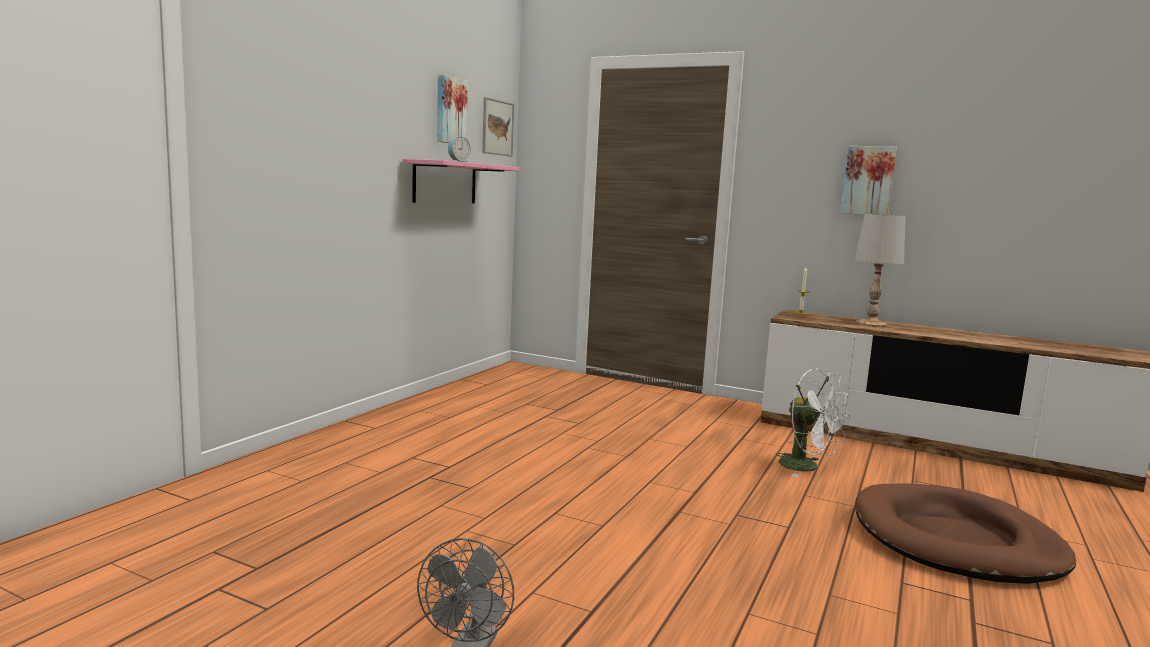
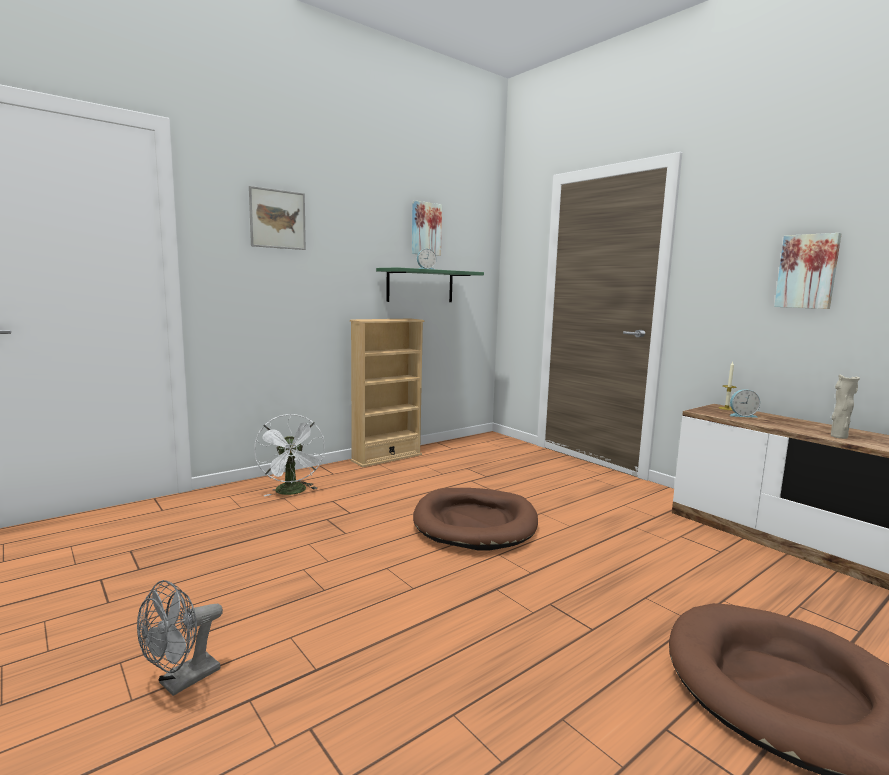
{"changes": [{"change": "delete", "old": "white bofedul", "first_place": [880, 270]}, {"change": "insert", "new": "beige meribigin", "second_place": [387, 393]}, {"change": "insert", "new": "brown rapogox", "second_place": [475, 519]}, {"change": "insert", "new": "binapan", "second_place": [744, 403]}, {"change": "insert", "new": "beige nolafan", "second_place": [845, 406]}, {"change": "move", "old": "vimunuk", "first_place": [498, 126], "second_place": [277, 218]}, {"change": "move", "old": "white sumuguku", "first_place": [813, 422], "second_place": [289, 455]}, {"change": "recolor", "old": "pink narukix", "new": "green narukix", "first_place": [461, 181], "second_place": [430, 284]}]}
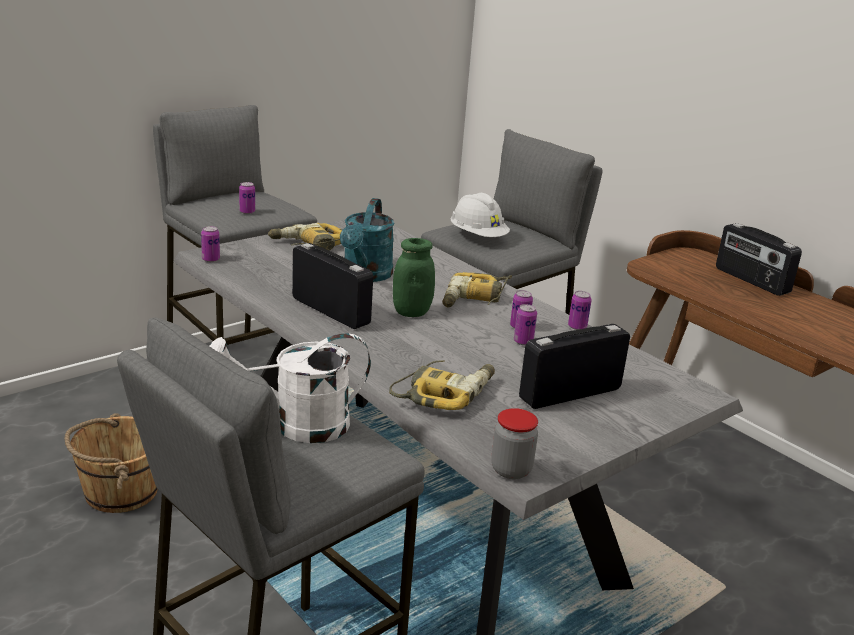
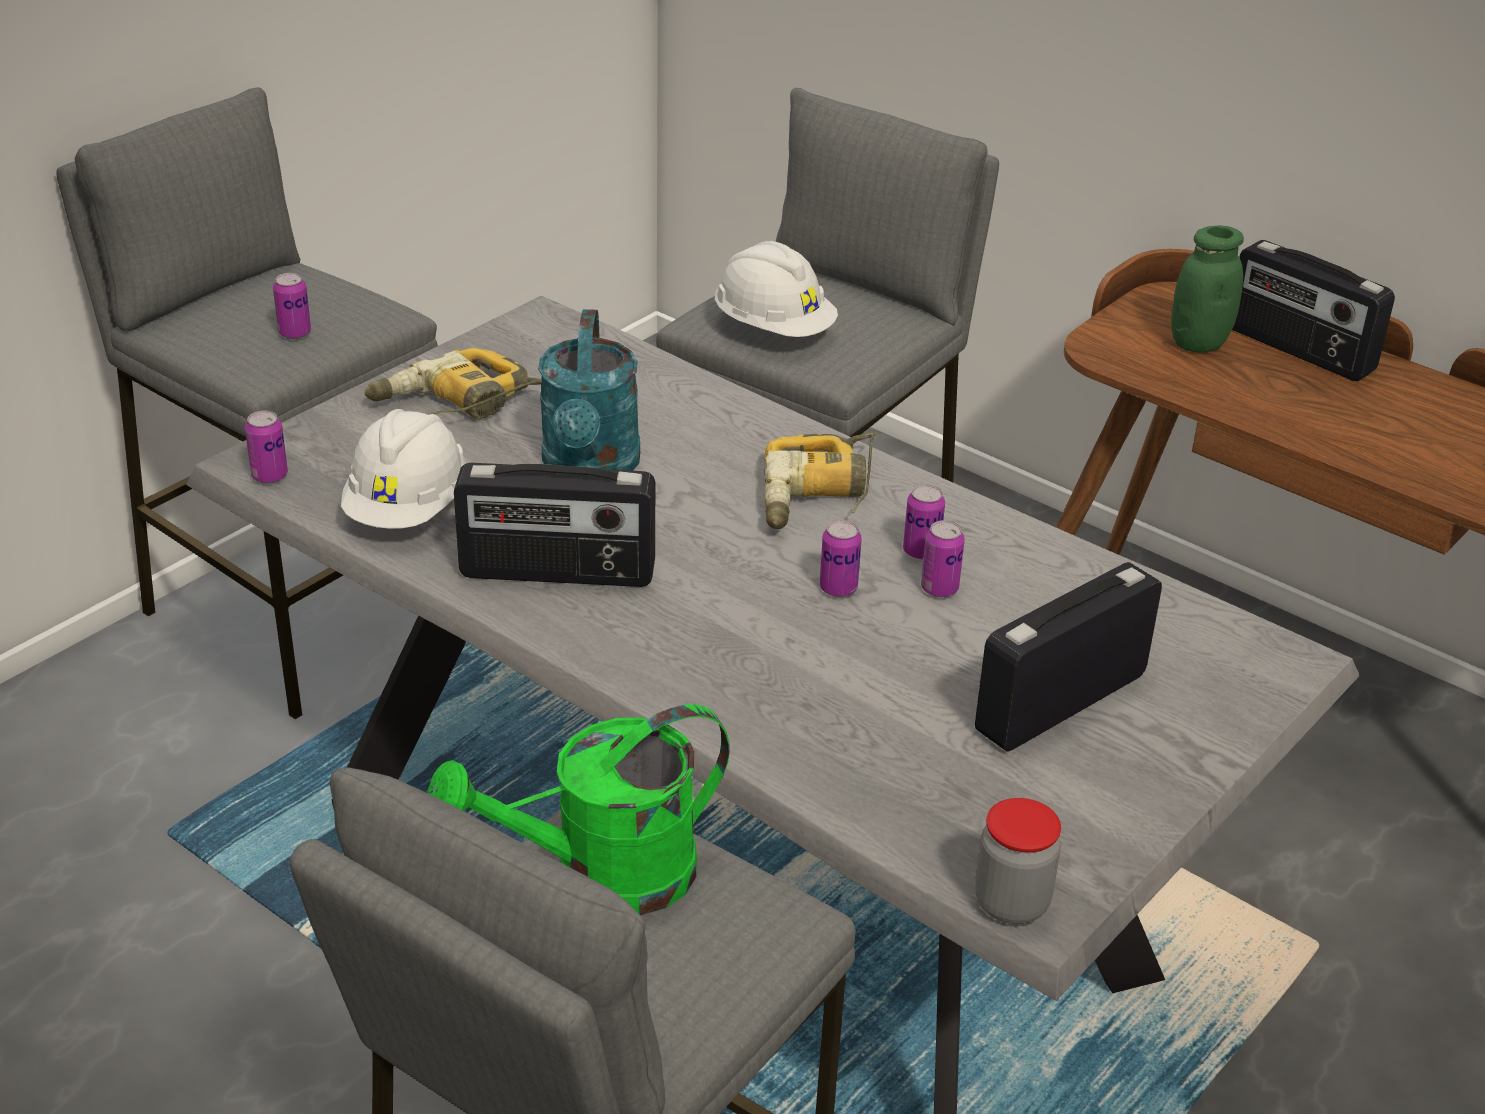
{"changes": [{"change": "delete", "old": "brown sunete", "first_place": [111, 463]}, {"change": "delete", "old": "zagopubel", "first_place": [442, 385]}, {"change": "insert", "new": "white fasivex", "second_place": [403, 469]}, {"change": "move", "old": "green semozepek", "first_place": [414, 277], "second_place": [1207, 288]}, {"change": "move", "old": "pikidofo", "first_place": [580, 310], "second_place": [841, 558]}, {"change": "recolor", "old": "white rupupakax", "new": "green rupupakax", "first_place": [290, 388], "second_place": [578, 809]}, {"change": "rotate", "old": "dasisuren", "first_place": [332, 286], "second_place": [554, 525], "degrees": 150}]}
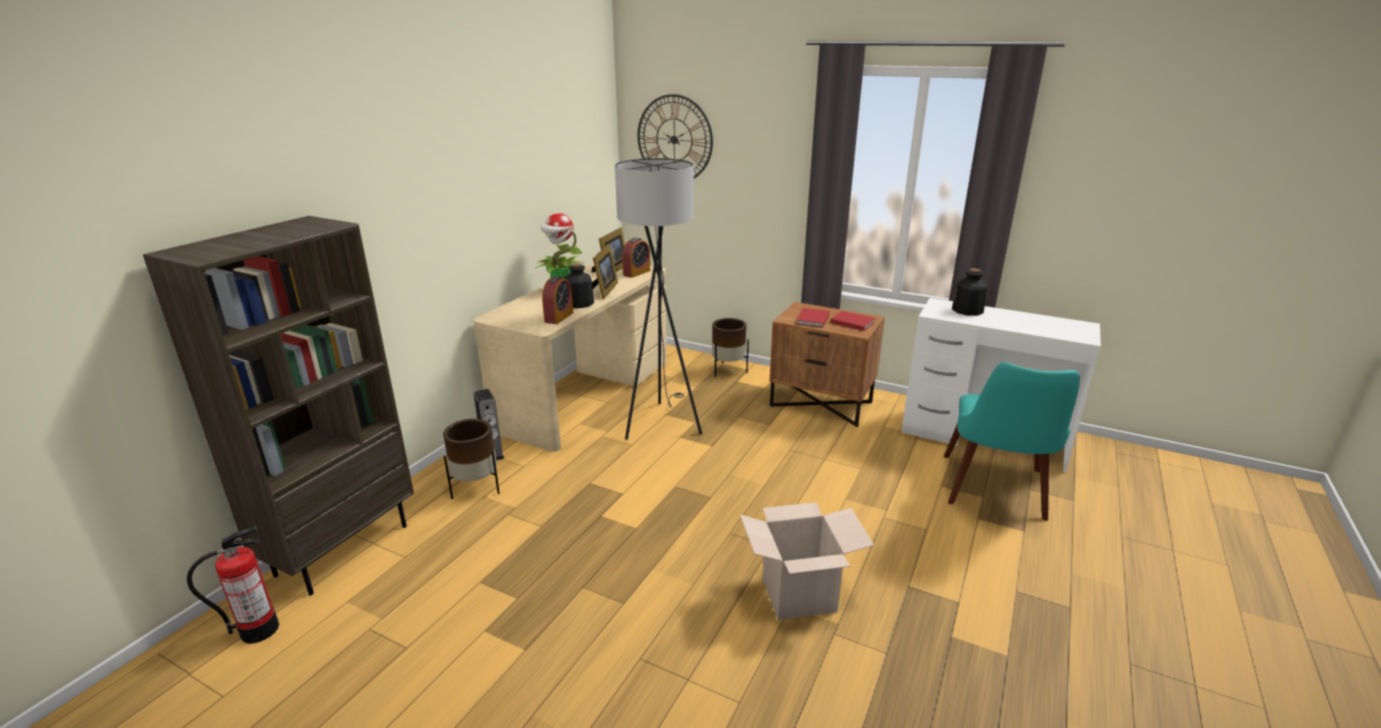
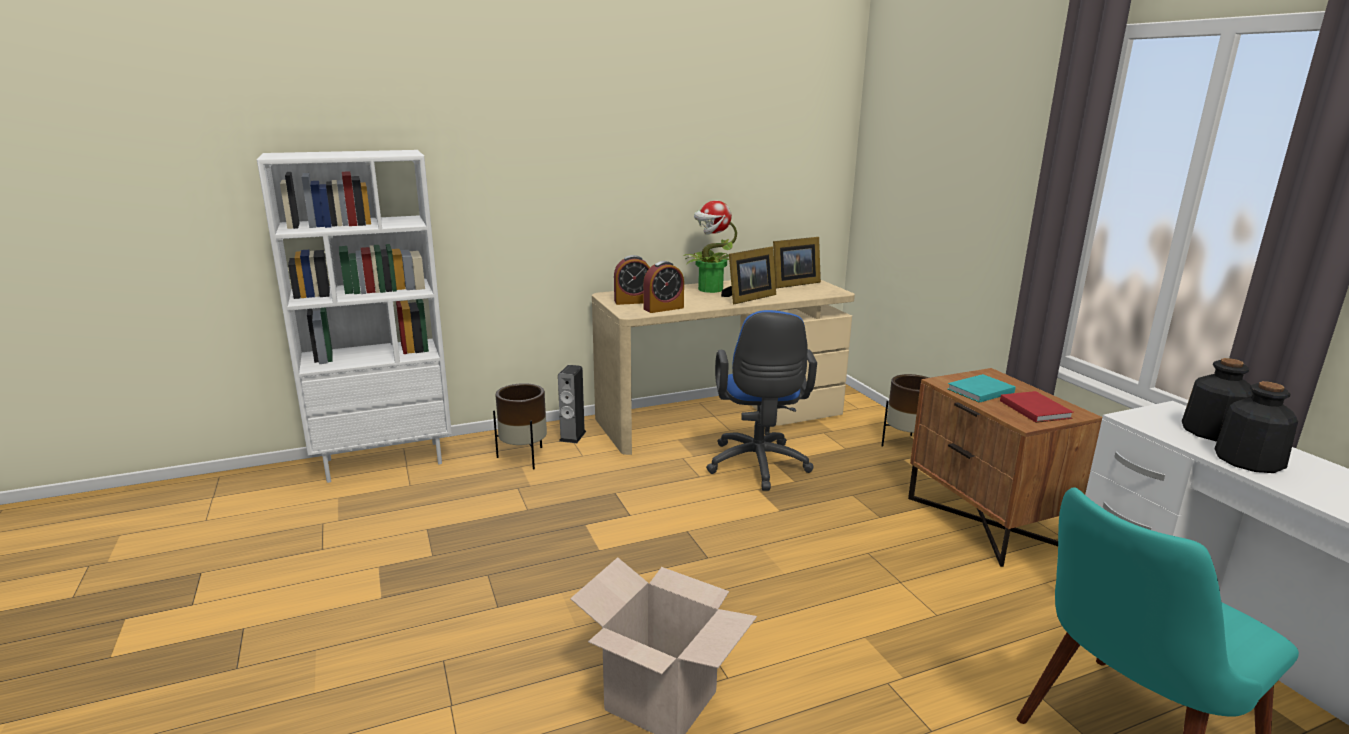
{"changes": [{"change": "delete", "old": "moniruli", "first_place": [233, 584]}, {"change": "delete", "old": "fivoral", "first_place": [675, 136]}, {"change": "move", "old": "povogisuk", "first_place": [579, 285], "second_place": [1256, 427]}, {"change": "move", "old": "binapan", "first_place": [636, 257], "second_place": [632, 280]}, {"change": "replace", "old": "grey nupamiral", "new": "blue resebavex", "first_place": [658, 299], "second_place": [761, 400]}, {"change": "recolor", "old": "brown meribigin", "new": "white meribigin", "first_place": [278, 405], "second_place": [354, 316]}, {"change": "recolor", "old": "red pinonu", "new": "turquoise pinonu", "first_place": [812, 318], "second_place": [981, 388]}]}
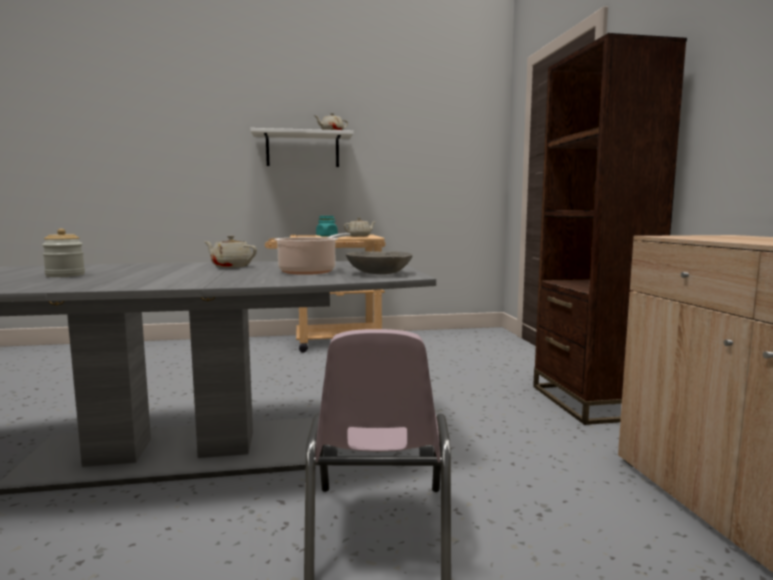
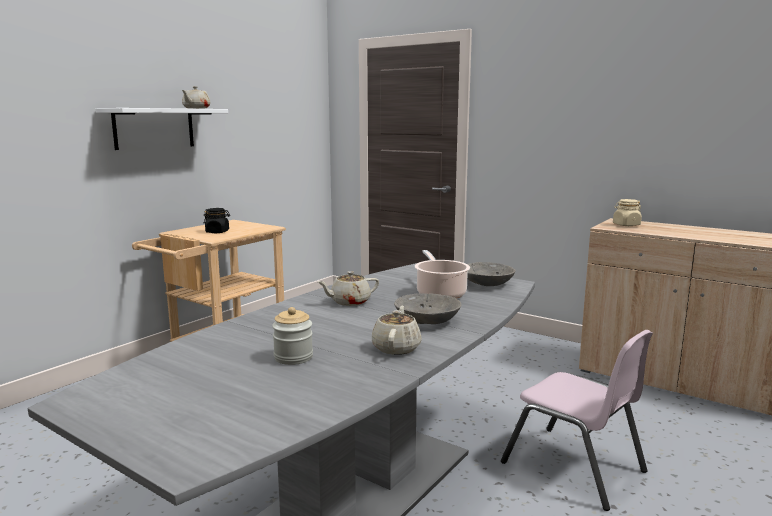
{"changes": [{"change": "delete", "old": "brown meribigin", "first_place": [610, 229]}, {"change": "insert", "new": "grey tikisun", "second_place": [427, 308]}, {"change": "insert", "new": "beige semozepek", "second_place": [627, 212]}, {"change": "move", "old": "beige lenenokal", "first_place": [360, 227], "second_place": [397, 330]}, {"change": "recolor", "old": "turquoise semozepek", "new": "black semozepek", "first_place": [327, 226], "second_place": [217, 220]}]}
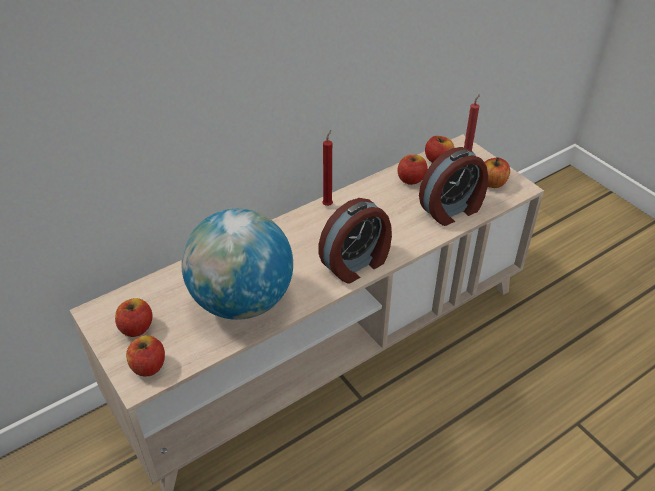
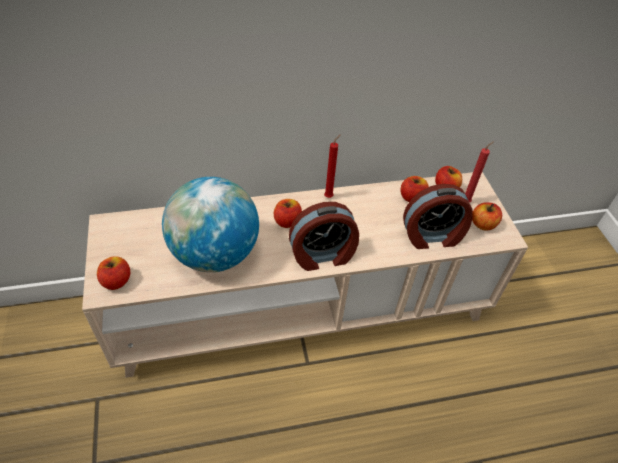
{"changes": [{"change": "move", "old": "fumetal", "first_place": [134, 317], "second_place": [288, 213]}]}
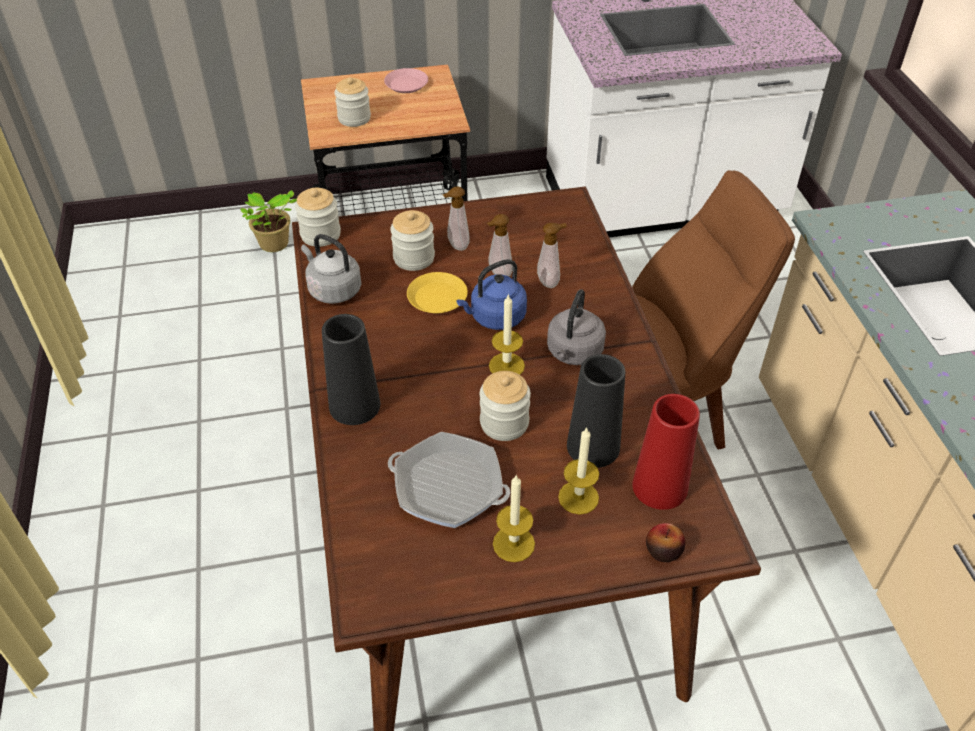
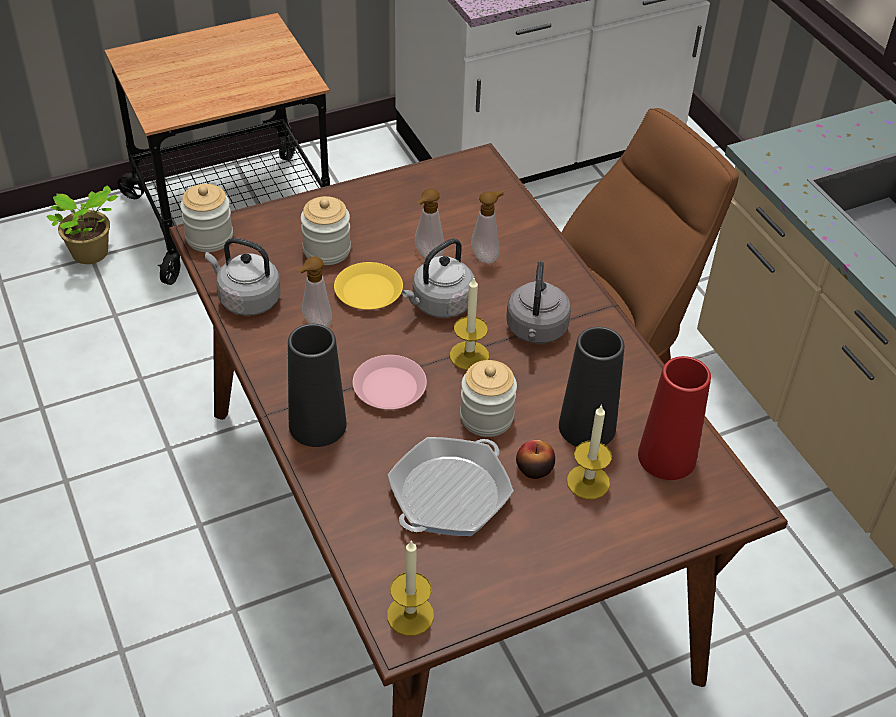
{"changes": [{"change": "delete", "old": "semozepek", "first_place": [352, 102]}, {"change": "move", "old": "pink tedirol", "first_place": [406, 80], "second_place": [390, 382]}, {"change": "move", "old": "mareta", "first_place": [456, 218], "second_place": [314, 291]}, {"change": "move", "old": "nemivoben", "first_place": [514, 518], "second_place": [410, 588]}, {"change": "move", "old": "fumetal", "first_place": [665, 542], "second_place": [535, 459]}, {"change": "recolor", "old": "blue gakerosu", "new": "grey gakerosu", "first_place": [491, 294], "second_place": [438, 278]}, {"change": "rotate", "old": "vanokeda", "first_place": [449, 480], "second_place": [451, 486], "degrees": 120}]}
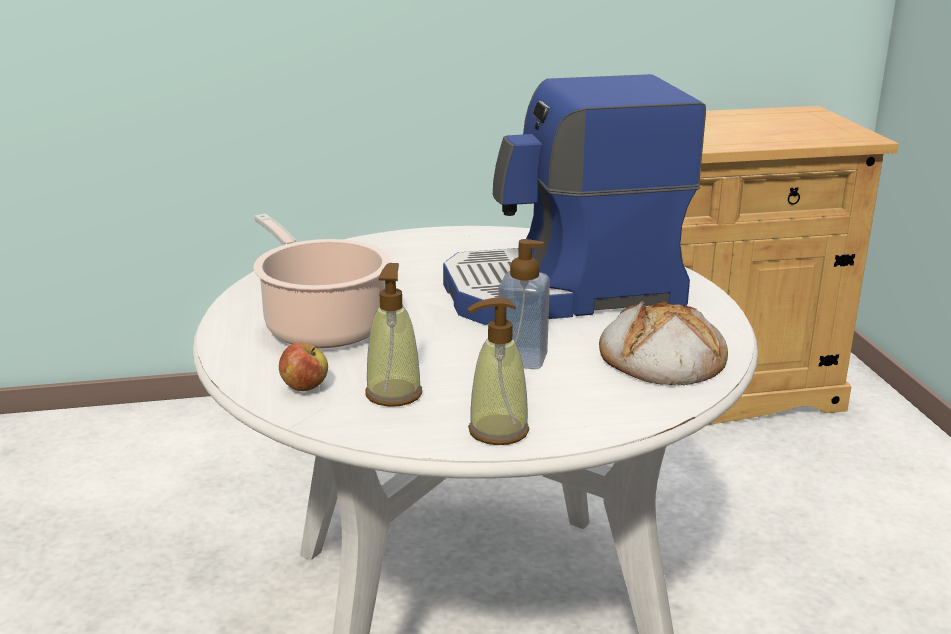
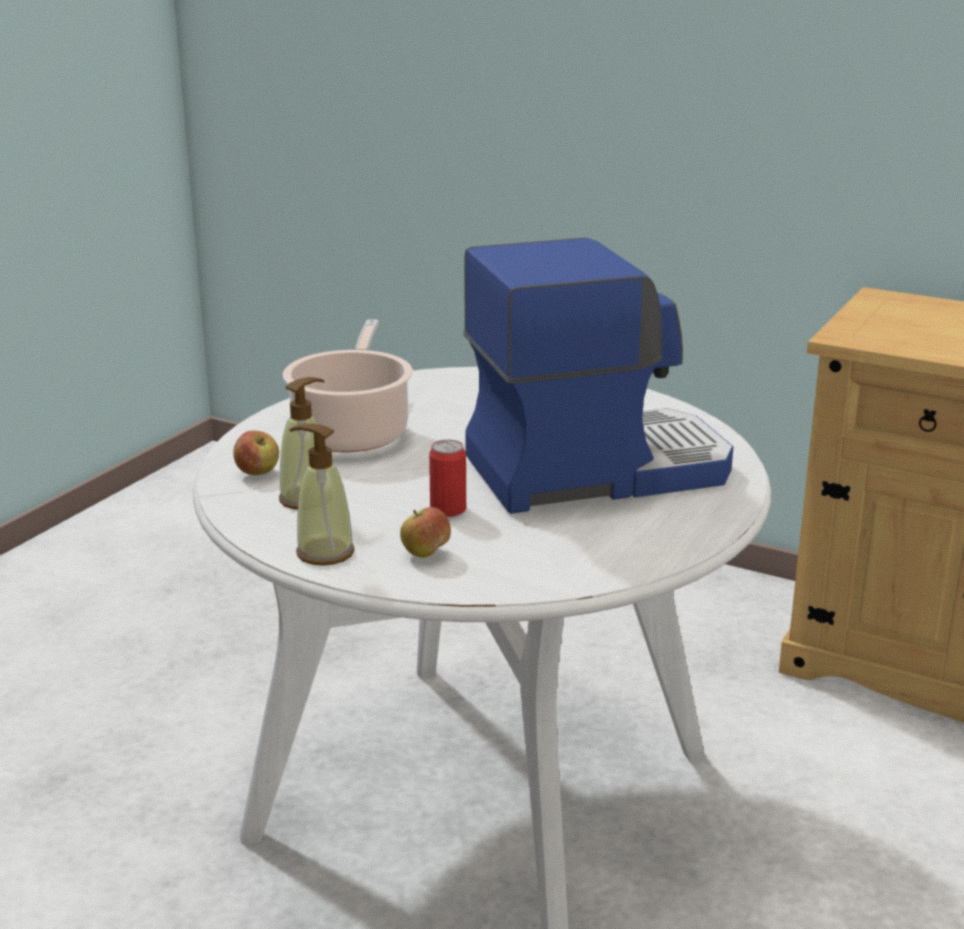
{"changes": [{"change": "delete", "old": "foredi", "first_place": [663, 343]}, {"change": "insert", "new": "fumetal", "second_place": [425, 532]}, {"change": "replace", "old": "mareta", "new": "pikidofo", "first_place": [524, 304], "second_place": [447, 478]}, {"change": "rotate", "old": "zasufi", "first_place": [574, 199], "second_place": [598, 375], "degrees": 135}]}
